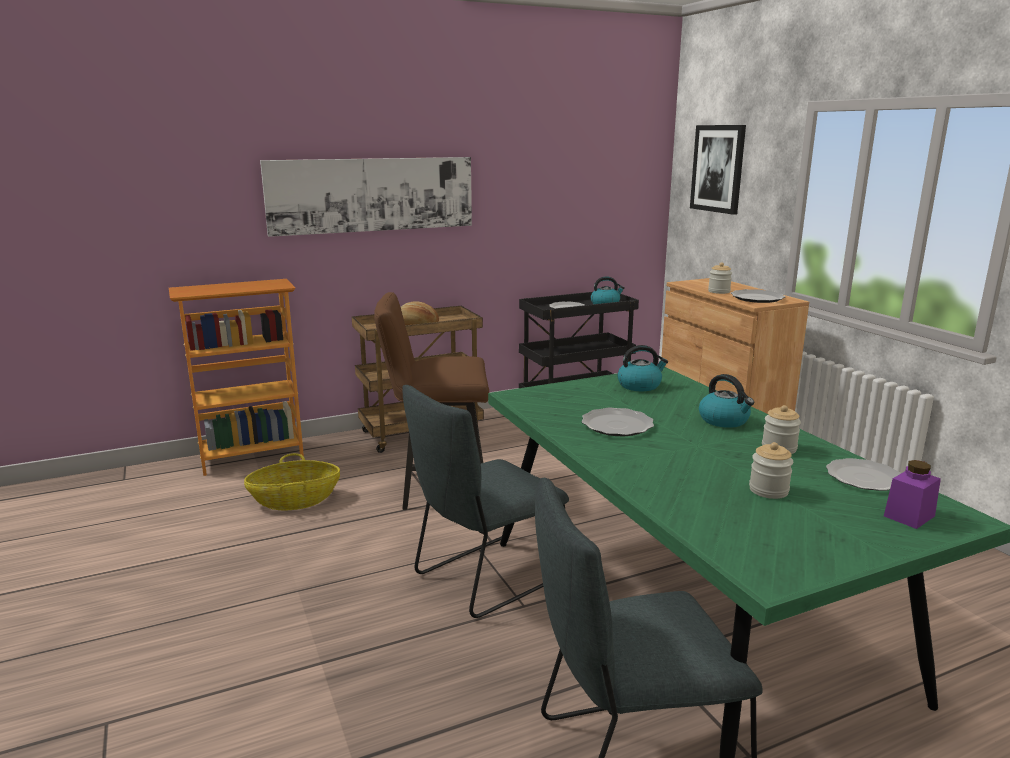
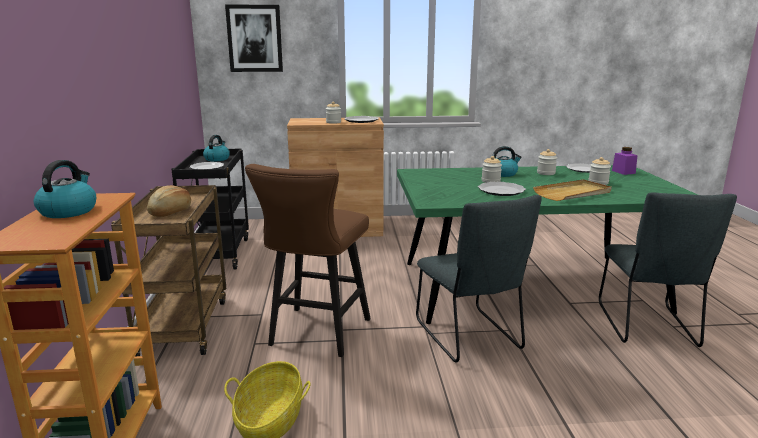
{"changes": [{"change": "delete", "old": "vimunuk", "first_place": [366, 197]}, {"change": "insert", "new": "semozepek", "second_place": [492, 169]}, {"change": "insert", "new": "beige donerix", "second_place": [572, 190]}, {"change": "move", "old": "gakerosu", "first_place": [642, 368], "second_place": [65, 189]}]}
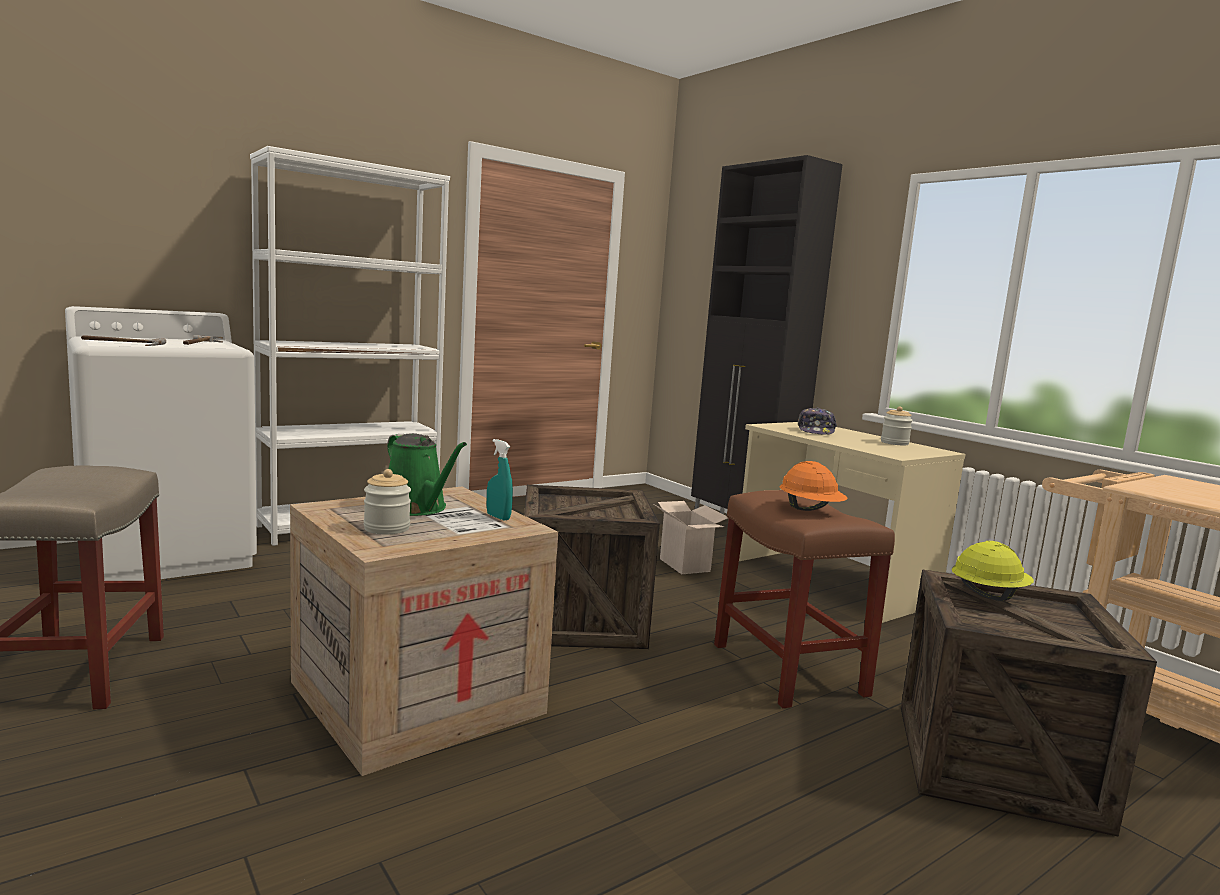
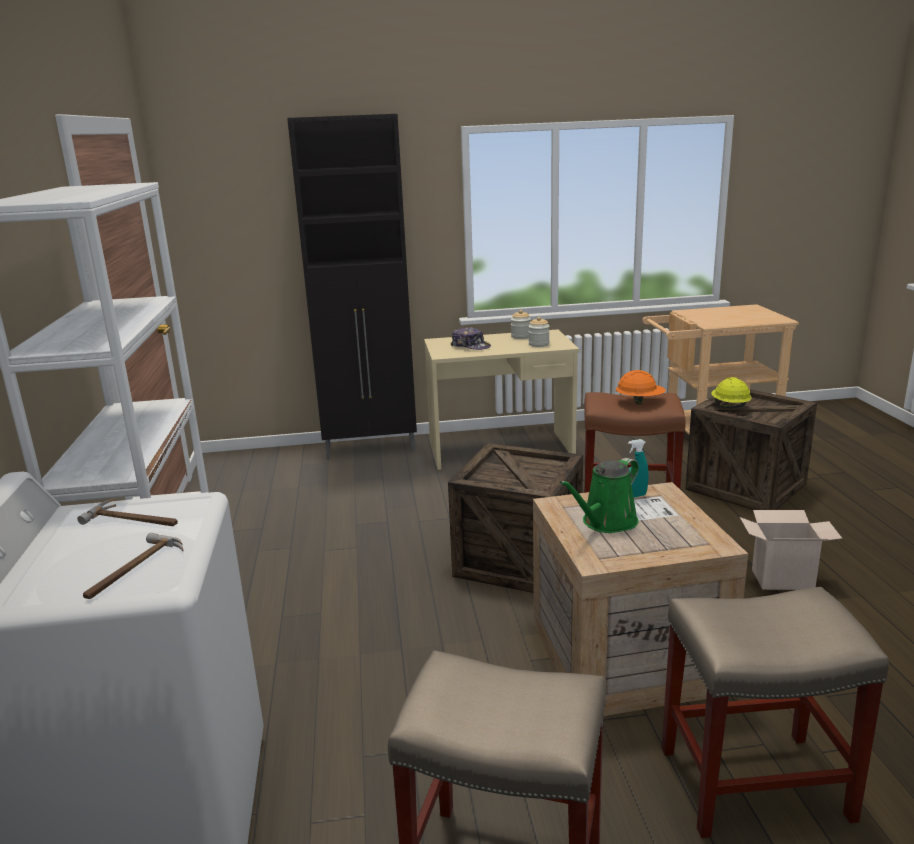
{"changes": [{"change": "insert", "new": "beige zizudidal", "second_place": [775, 712]}, {"change": "move", "old": "semozepek", "first_place": [387, 501], "second_place": [539, 332]}, {"change": "move", "old": "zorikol", "first_place": [691, 537], "second_place": [791, 550]}, {"change": "rotate", "old": "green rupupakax", "first_place": [427, 474], "second_place": [599, 495], "degrees": 150}]}
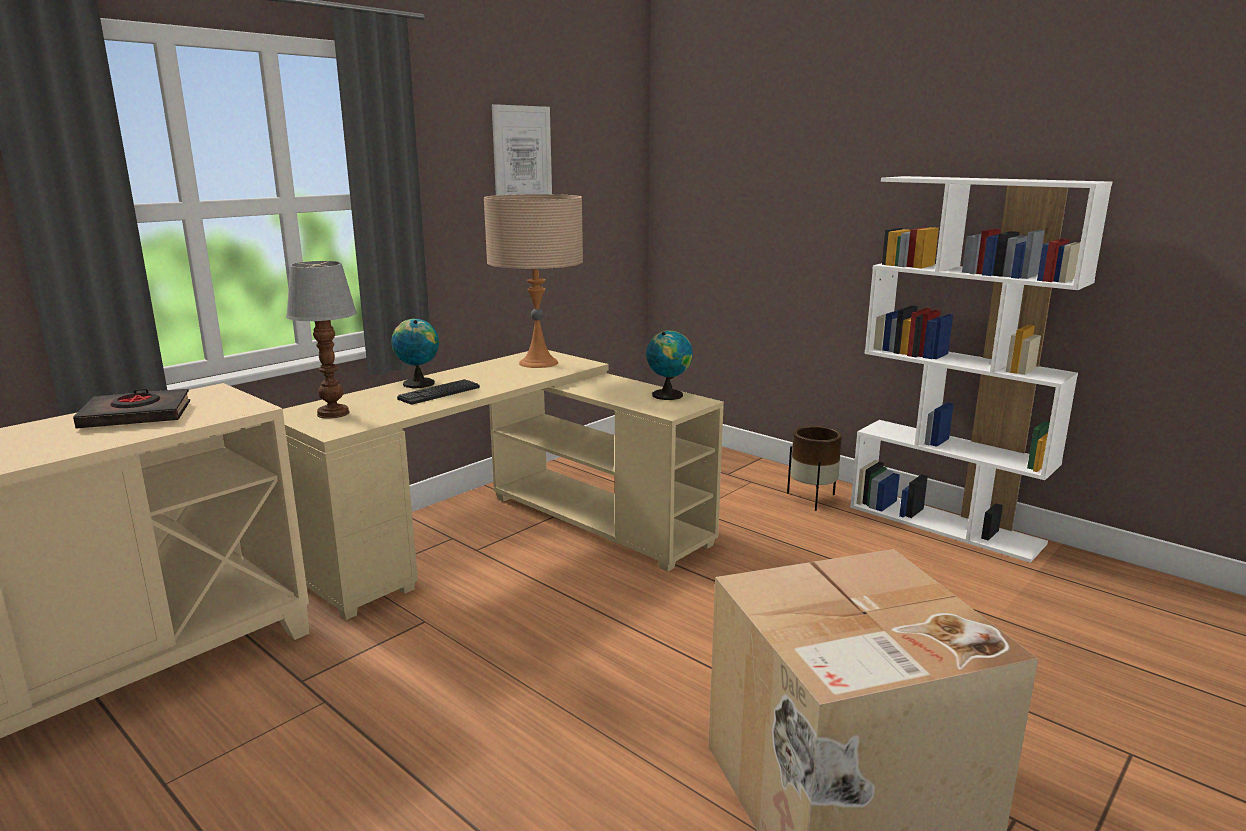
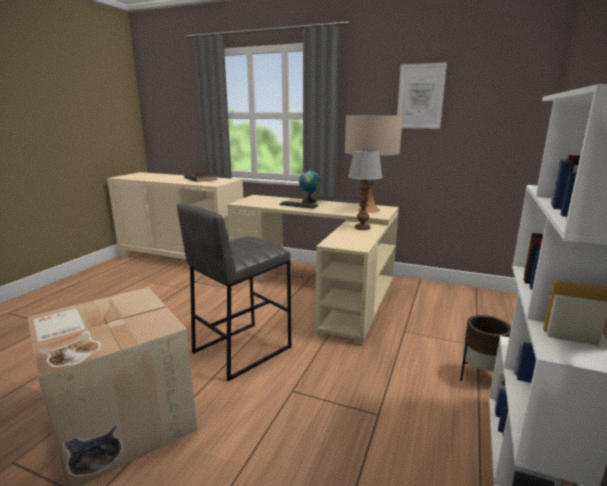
{"changes": [{"change": "delete", "old": "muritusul", "first_place": [669, 365]}, {"change": "insert", "new": "grey zizudidal", "second_place": [234, 292]}, {"change": "move", "old": "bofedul", "first_place": [321, 340], "second_place": [365, 190]}]}
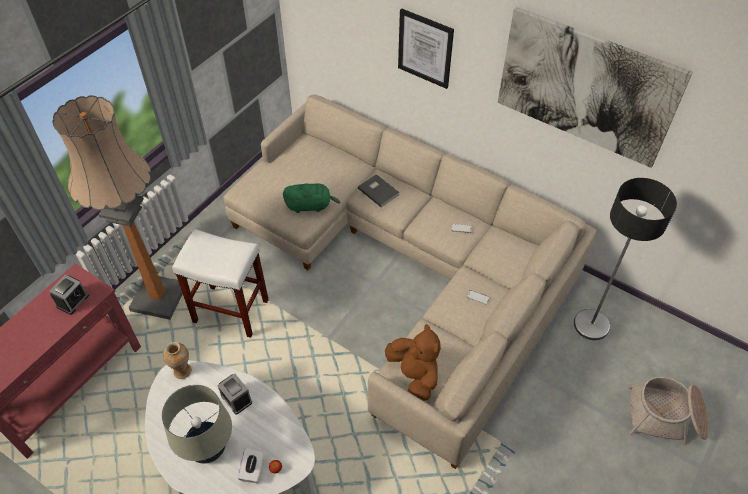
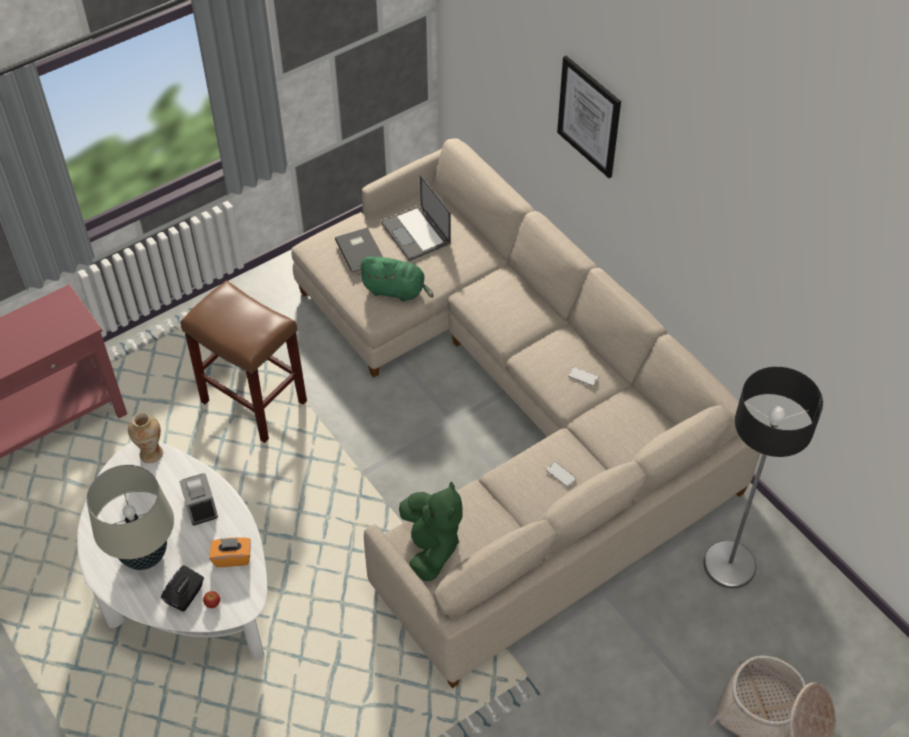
{"changes": [{"change": "delete", "old": "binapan", "first_place": [69, 295]}, {"change": "delete", "old": "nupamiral", "first_place": [117, 207]}, {"change": "delete", "old": "vimunuk", "first_place": [595, 87]}, {"change": "insert", "new": "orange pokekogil", "second_place": [230, 552]}, {"change": "insert", "new": "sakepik", "second_place": [416, 218]}, {"change": "move", "old": "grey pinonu", "first_place": [378, 190], "second_place": [359, 249]}, {"change": "recolor", "old": "white zizudidal", "new": "brown zizudidal", "first_place": [220, 283], "second_place": [244, 362]}, {"change": "recolor", "old": "white pokekogil", "new": "black pokekogil", "first_place": [251, 465], "second_place": [182, 588]}, {"change": "recolor", "old": "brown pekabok", "new": "green pekabok", "first_place": [413, 362], "second_place": [431, 531]}]}
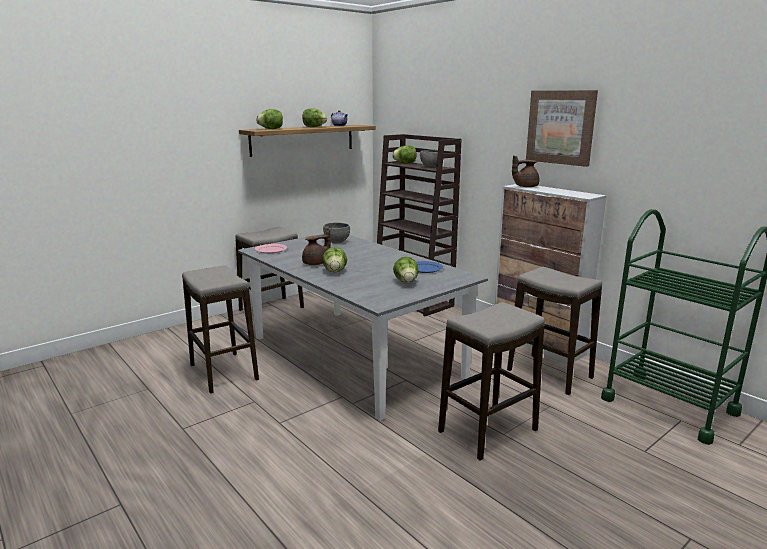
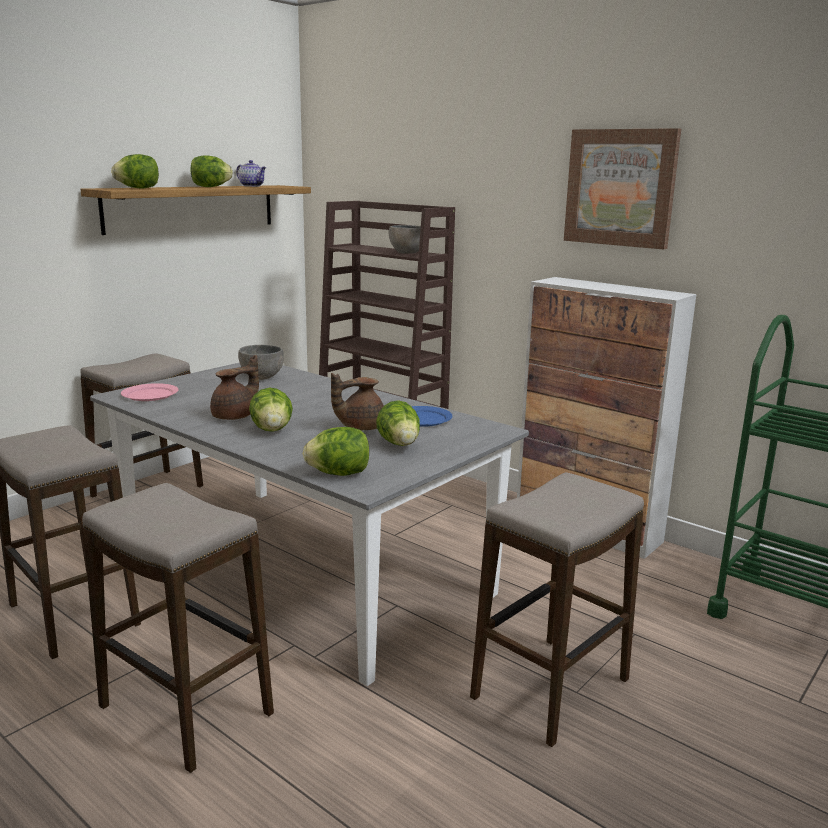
{"changes": [{"change": "move", "old": "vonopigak", "first_place": [404, 154], "second_place": [336, 451]}, {"change": "move", "old": "zizudidal", "first_place": [554, 331], "second_place": [178, 628]}, {"change": "move", "old": "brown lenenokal", "first_place": [525, 171], "second_place": [357, 401]}]}
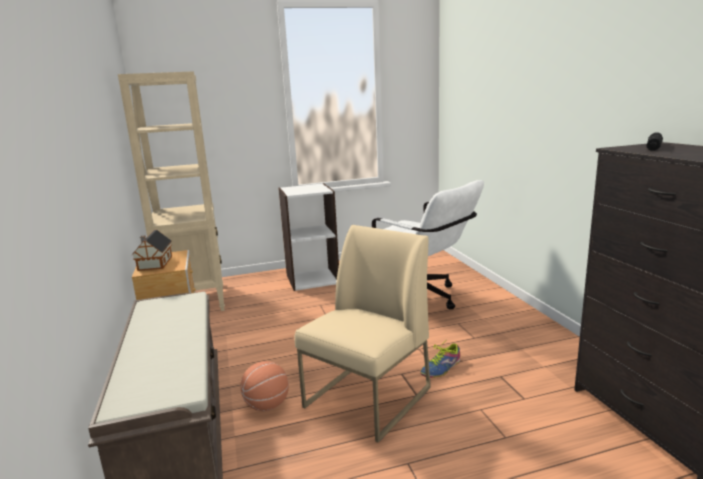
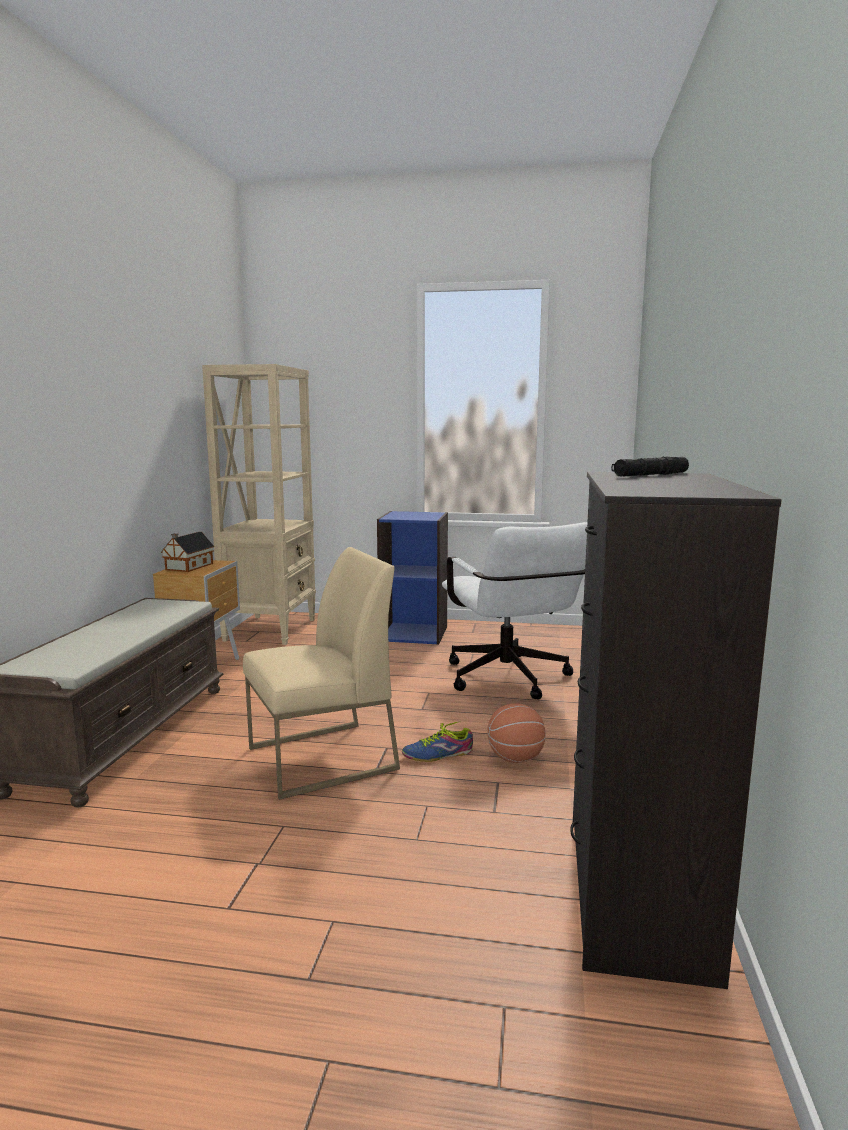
{"changes": [{"change": "move", "old": "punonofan", "first_place": [264, 386], "second_place": [516, 733]}, {"change": "recolor", "old": "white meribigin", "new": "blue meribigin", "first_place": [308, 237], "second_place": [412, 578]}]}
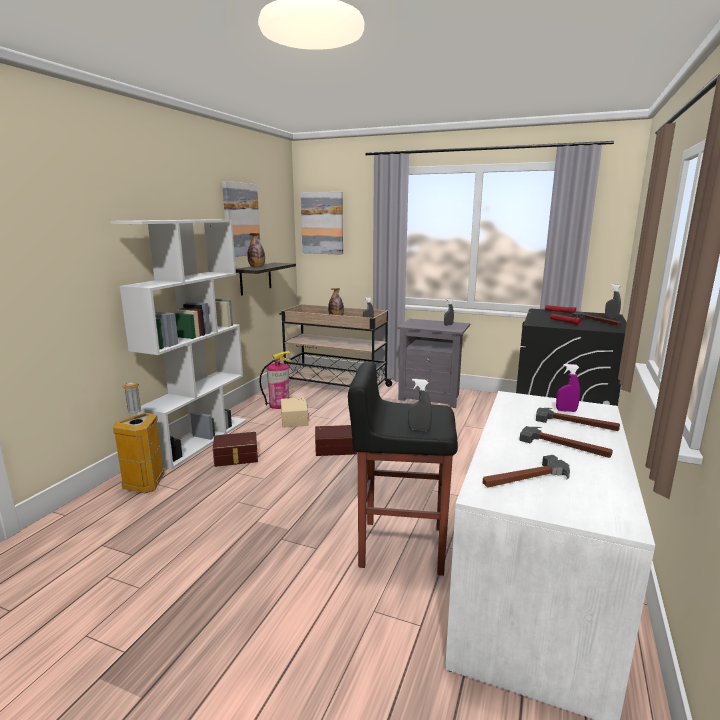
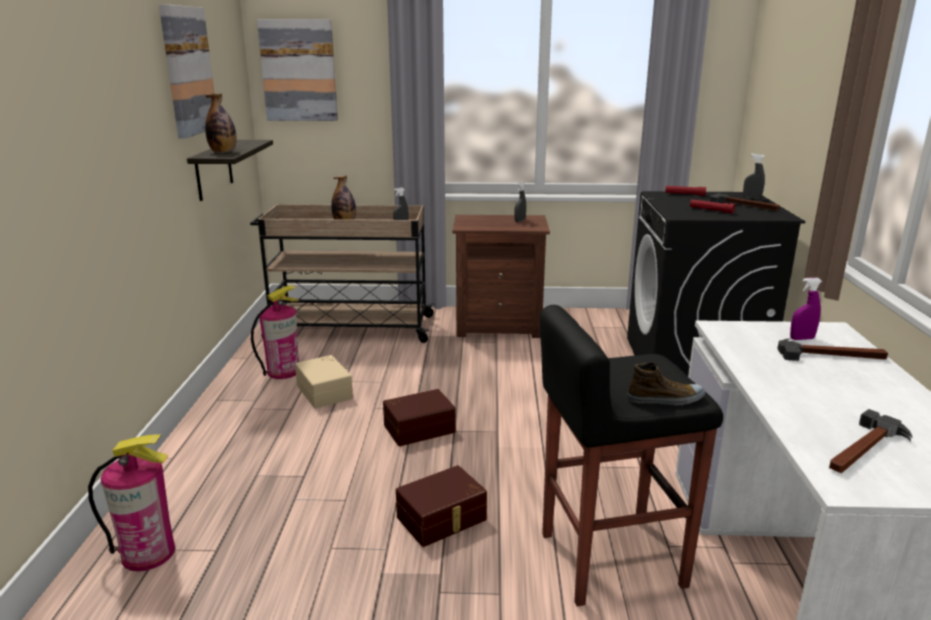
{"changes": [{"change": "delete", "old": "white meribigin", "first_place": [178, 344]}, {"change": "delete", "old": "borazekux", "first_place": [566, 442]}, {"change": "move", "old": "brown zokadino", "first_place": [235, 449], "second_place": [441, 506]}, {"change": "replace", "old": "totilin", "new": "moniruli", "first_place": [139, 437], "second_place": [131, 502]}, {"change": "replace", "old": "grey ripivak", "new": "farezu", "first_place": [420, 405], "second_place": [666, 384]}, {"change": "recolor", "old": "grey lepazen", "new": "brown lepazen", "first_place": [433, 363], "second_place": [501, 276]}]}
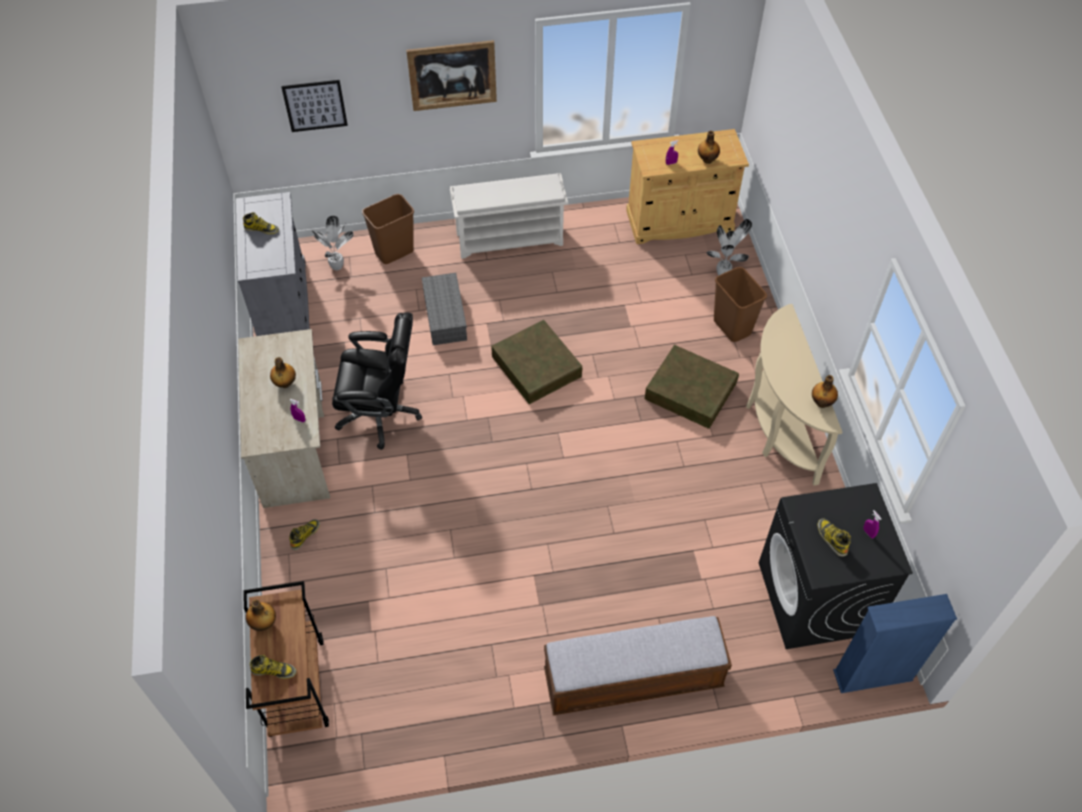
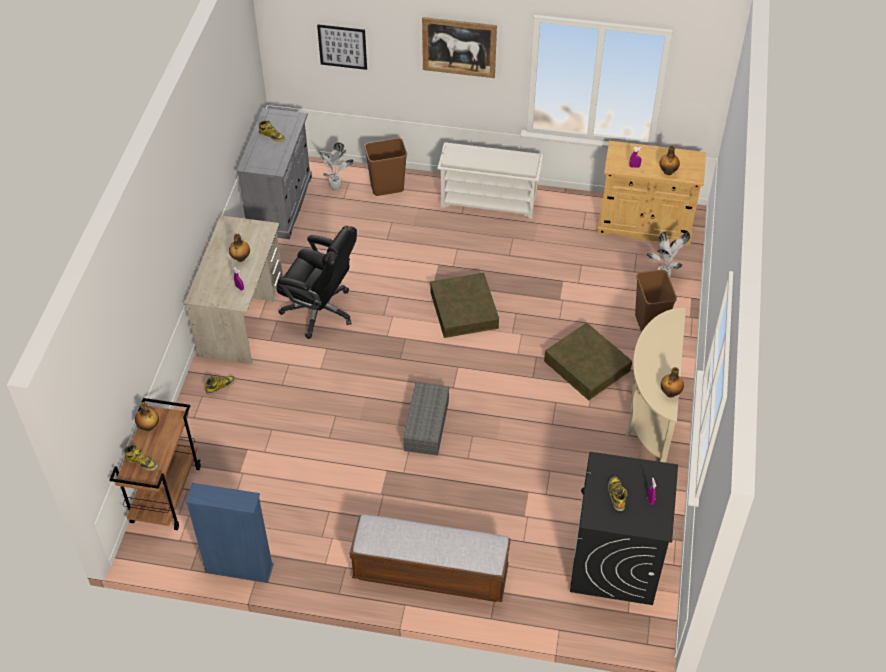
{"changes": [{"change": "move", "old": "grey zokadino", "first_place": [444, 309], "second_place": [426, 418]}, {"change": "move", "old": "blue meribigin", "first_place": [895, 643], "second_place": [229, 533]}]}
